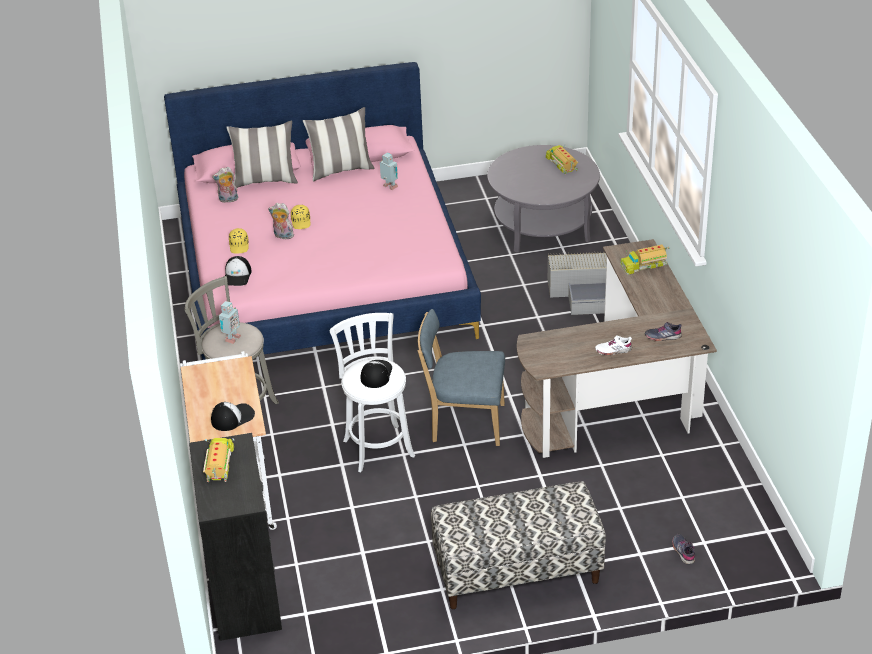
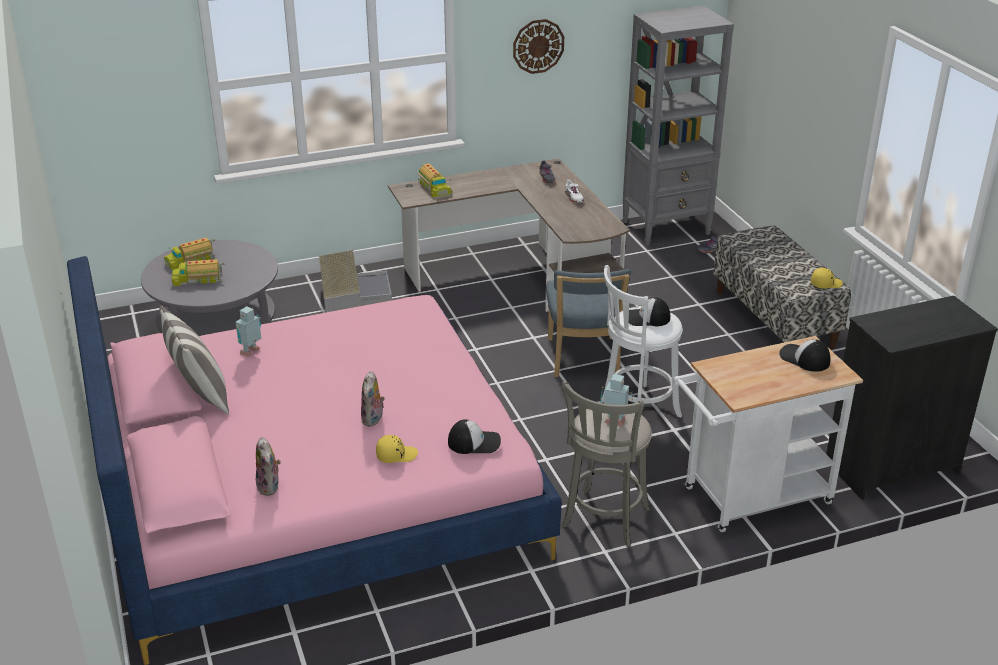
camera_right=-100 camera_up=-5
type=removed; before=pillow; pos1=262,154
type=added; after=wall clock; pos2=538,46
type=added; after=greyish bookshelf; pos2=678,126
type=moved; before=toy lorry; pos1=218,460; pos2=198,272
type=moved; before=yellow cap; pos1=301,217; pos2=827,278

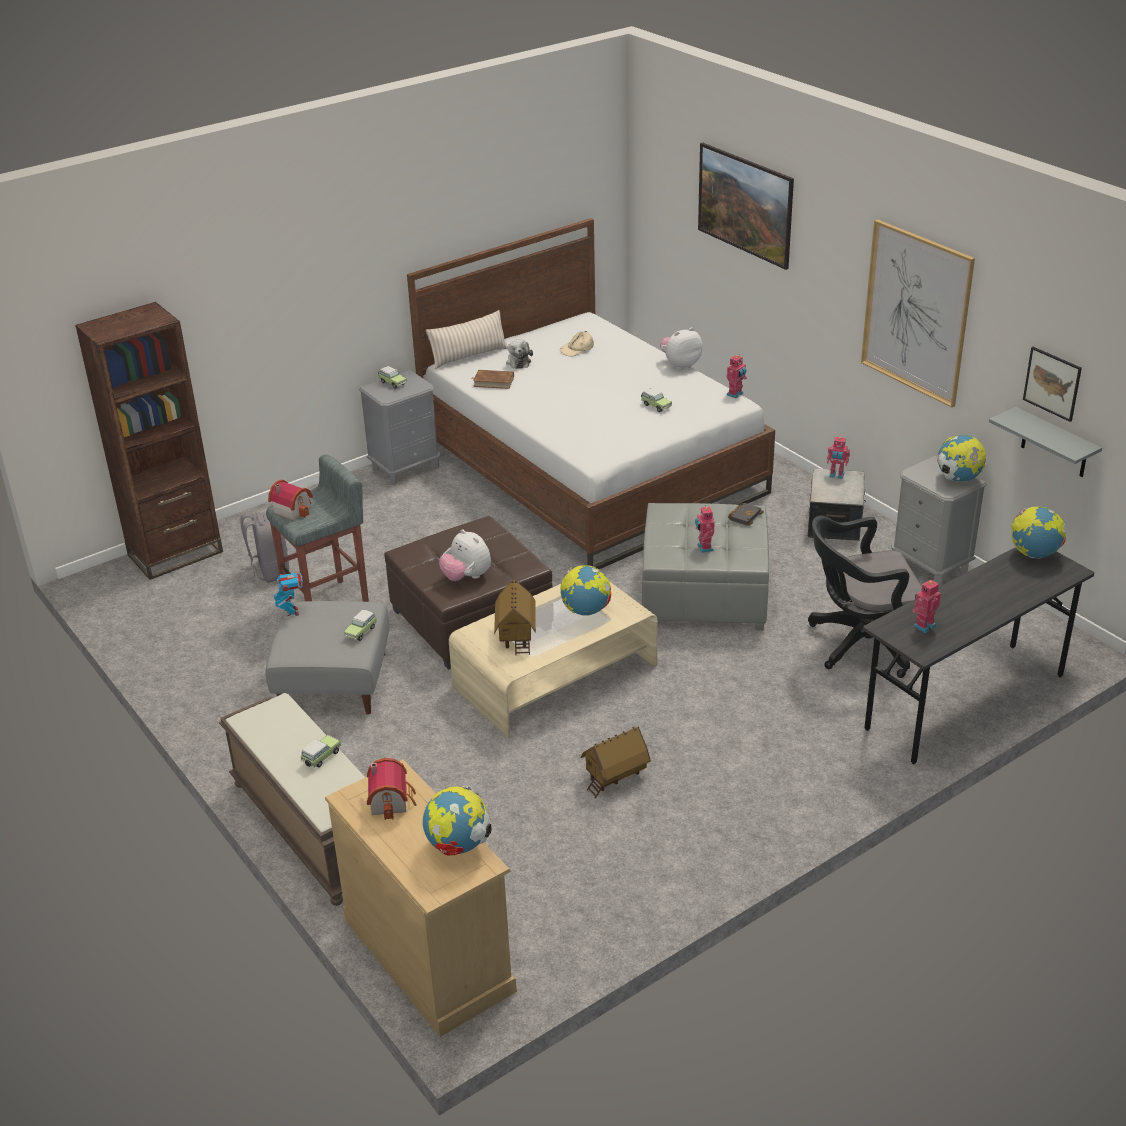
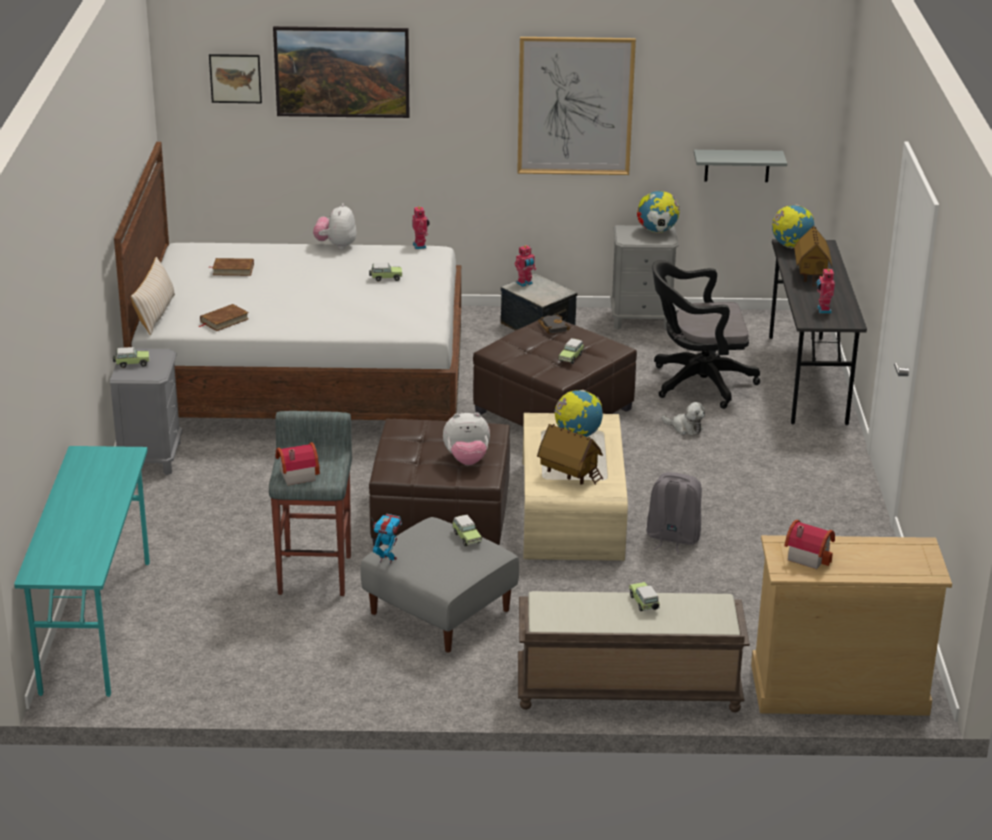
camera_right=-55 camera_up=-5
type=removed; before=globe; pos1=457,820
type=moved; before=greyish knapsack; pos1=264,547; pos2=674,513
type=moved; before=soft toy; pos1=519,354; pos2=683,418
type=moved; before=toy house; pos1=615,762; pos2=813,256
type=moved; before=wall picture; pos1=1052,384; pos2=235,78
type=replaced; before=brown bookshelf; after=blue-green desk table; pos1=149,441; pos2=82,571
type=replaced; before=beige-coloured cap; after=brown volume; pos1=577,344; pos2=231,267
type=replaced; before=toy robot; after=model car; pos1=705,529; pos2=571,351
type=recoloured; before=greyish ottoman; after=brown ottoman; pos1=705,567; pos2=555,370
type=turned; before=blackish computer chair; pos1=865,596; pos2=706,334; turn=60

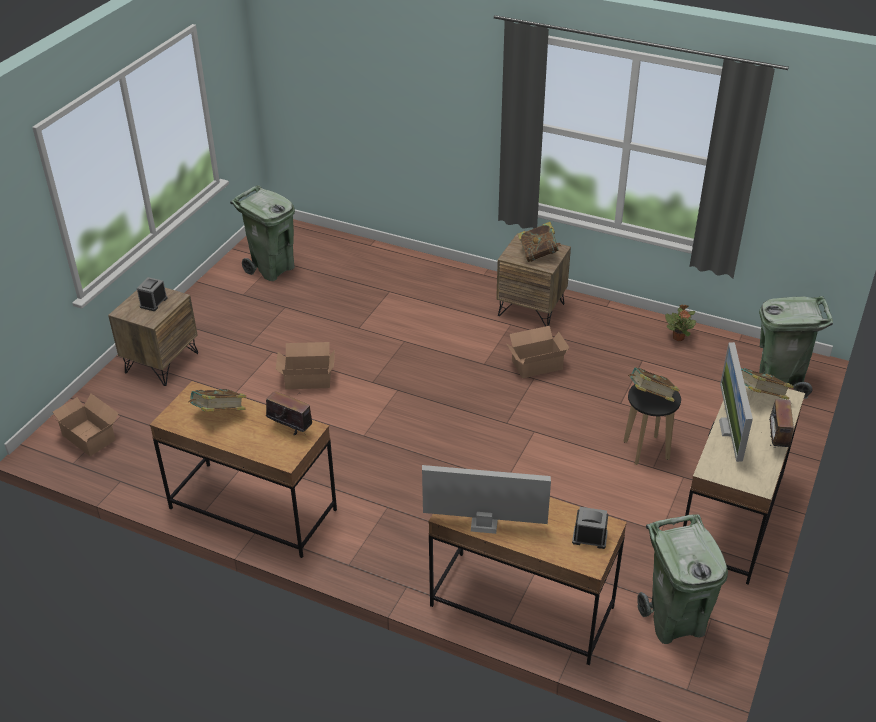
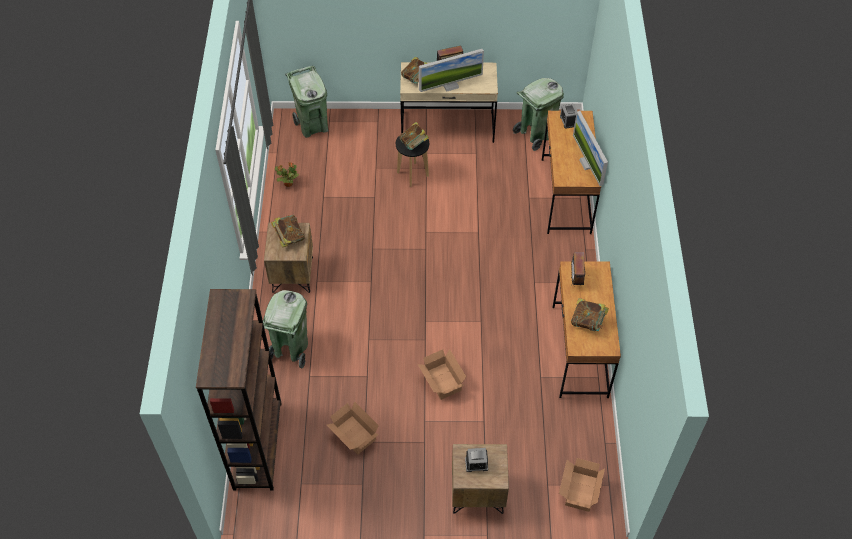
camera_right=-115 camera_up=15
type=added; after=brown bookshelf; pos2=239,390
type=moved; before=green rubbish bin; pos1=262,233; pos2=285,329
type=moved; before=packing box; pos1=537,352; pos2=353,427

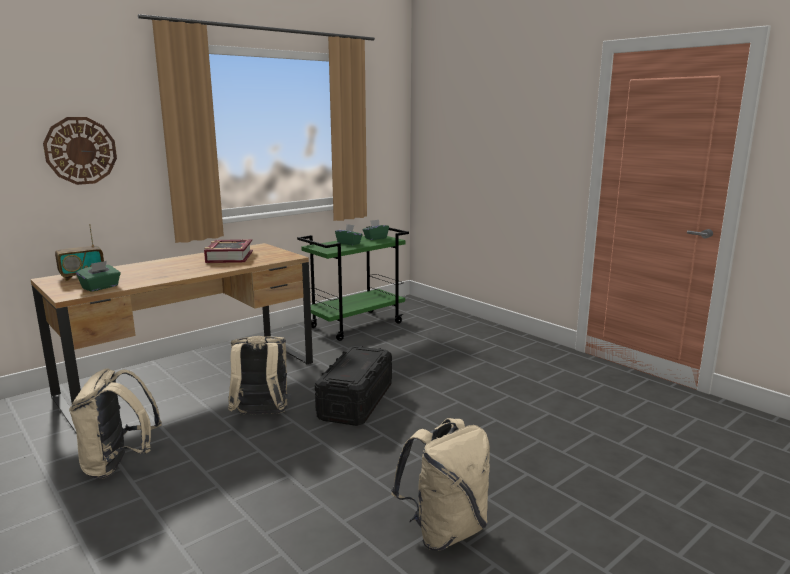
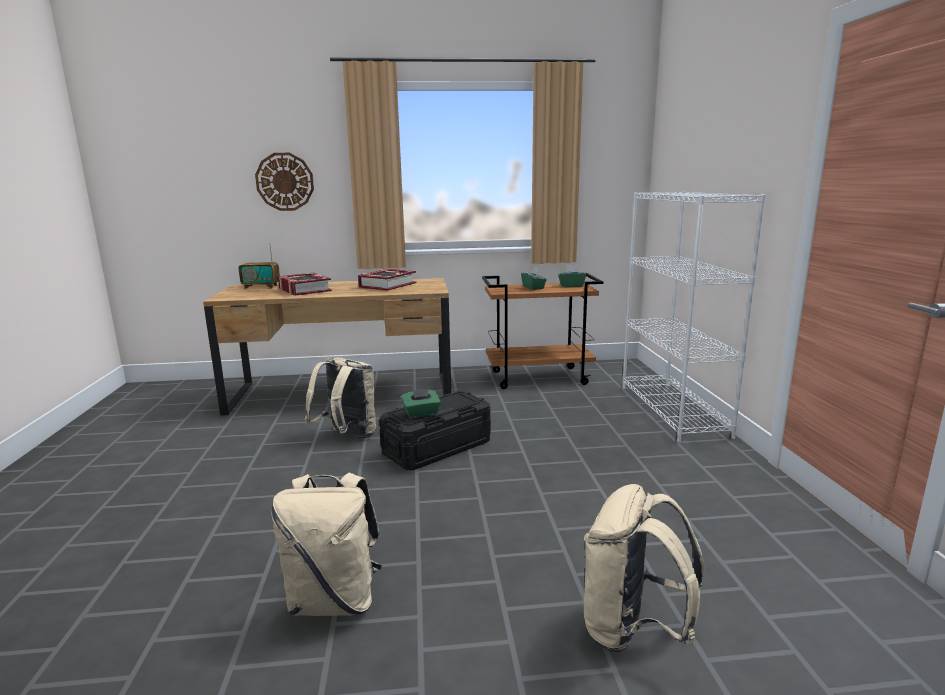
camera_right=35 camera_up=0
type=added; after=volume; pos2=305,284
type=added; after=white-coloured bookshelf; pos2=694,317
type=moved; before=beige-coloured knapsack; pos1=115,423; pos2=644,568
type=moved; before=green tissue holder; pos1=98,276; pos2=421,403
type=recoloured; before=green wheeled cart; after=brown wheeled cart; pos1=353,283; pos2=542,331

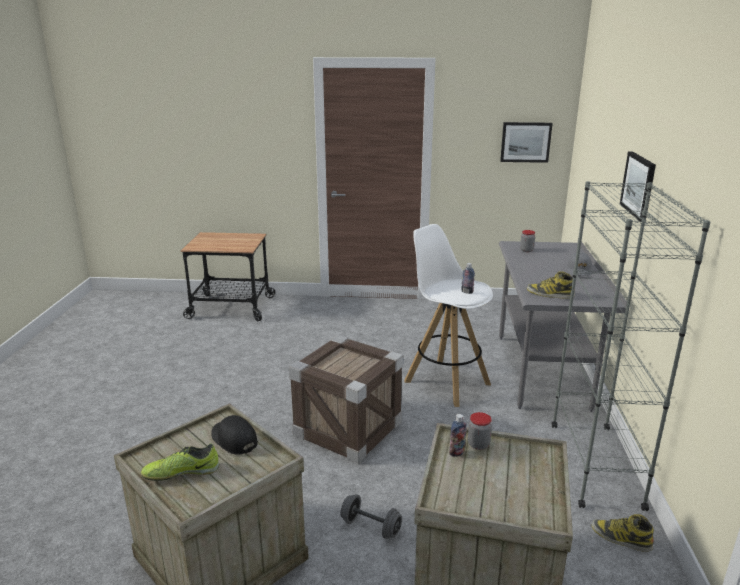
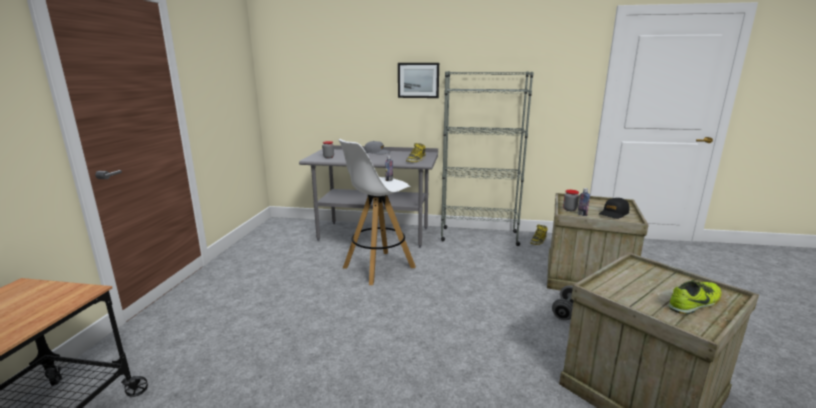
camera_right=-85 camera_up=-5
type=removed; before=crate; pos1=346,399
type=removed; before=wall picture; pos1=526,142
type=moved; before=blackish cap; pos1=234,435; pos2=614,208
type=turned; before=shoe; pos1=180,462; pos2=695,297; turn=-105

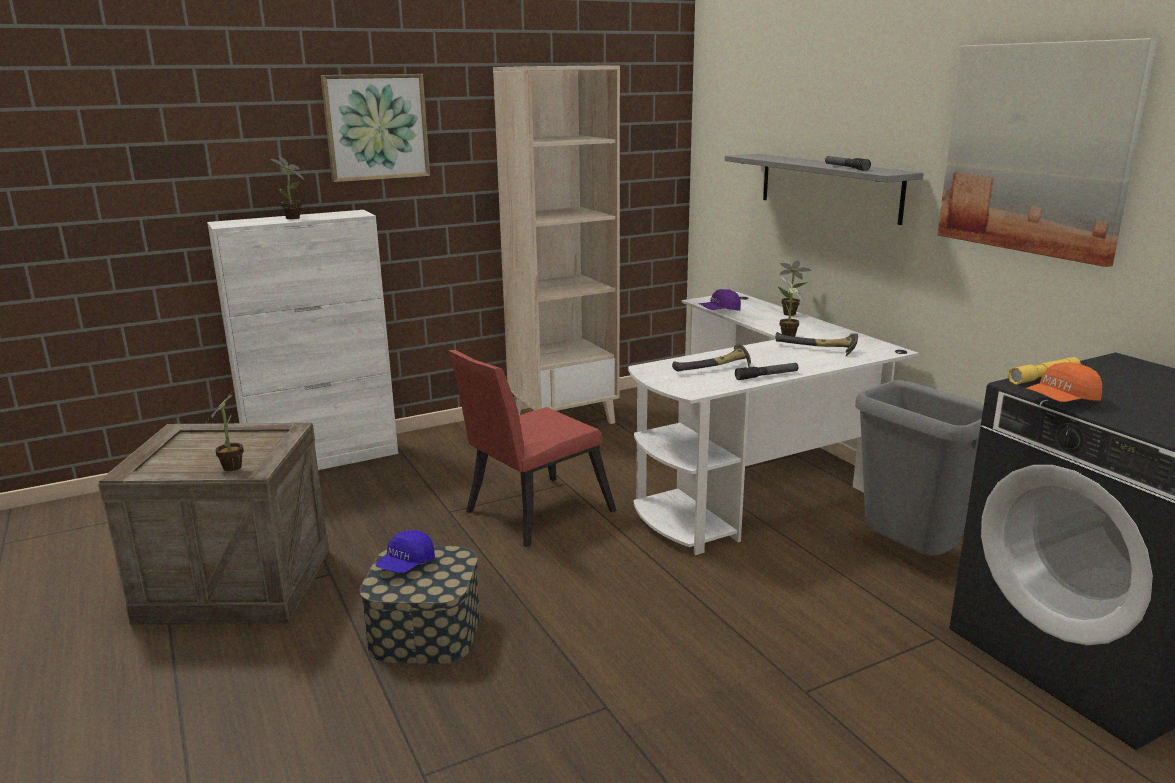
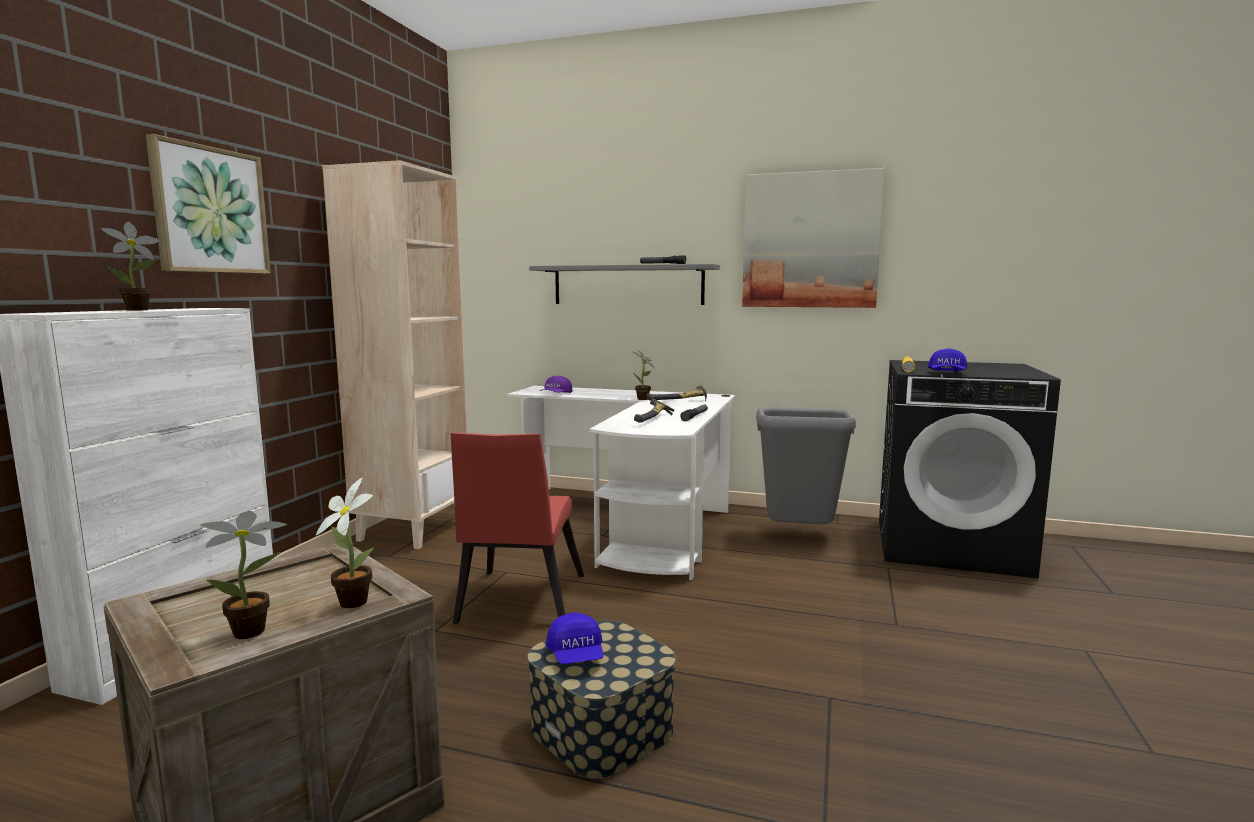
camera_right=-45 camera_up=-10
type=moved; before=houseplant; pos1=795,288; pos2=243,575
type=recoloured; before=orange cap; after=bluish cap; pos1=1063,382; pos2=947,359

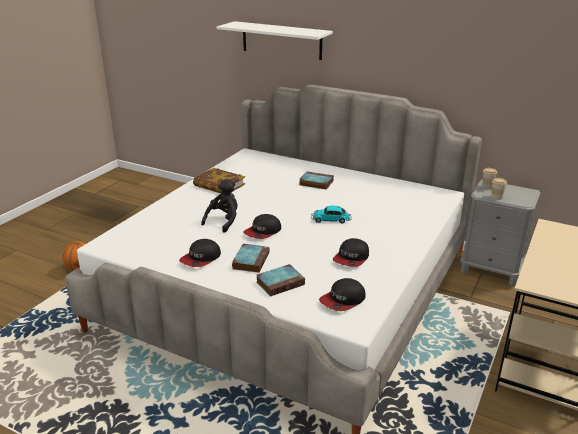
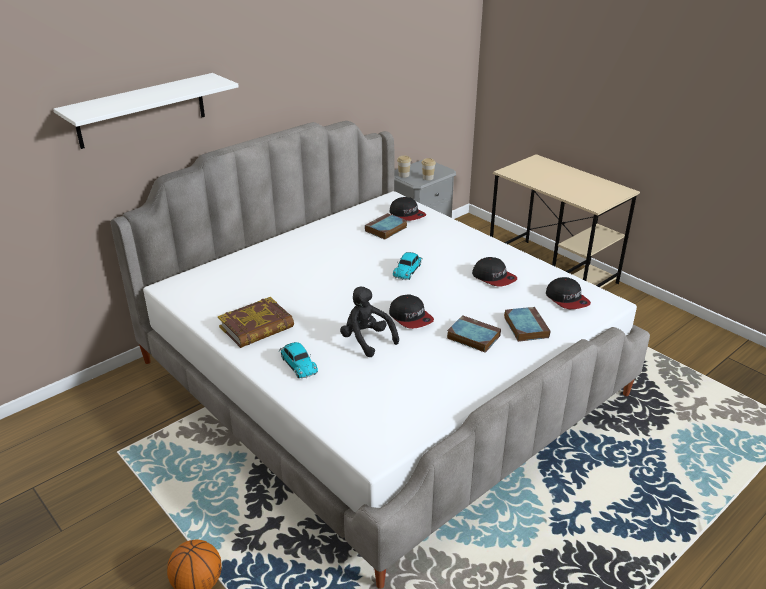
camera_right=-70 camera_up=5
type=added; after=model car; pos2=298,360
type=moved; before=cap; pos1=200,253; pos2=408,209
type=moved; before=volume; pos1=316,180; pos2=386,226

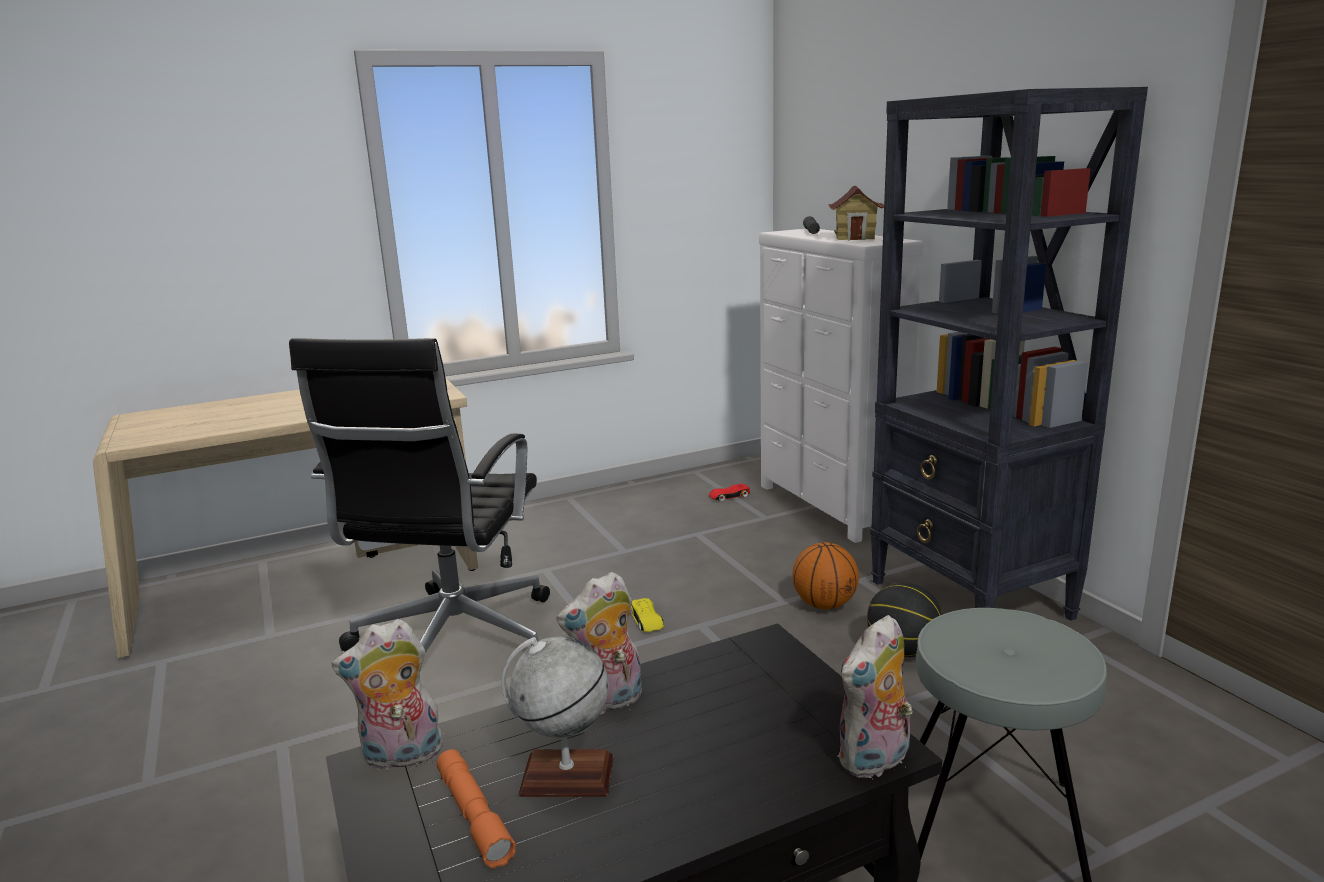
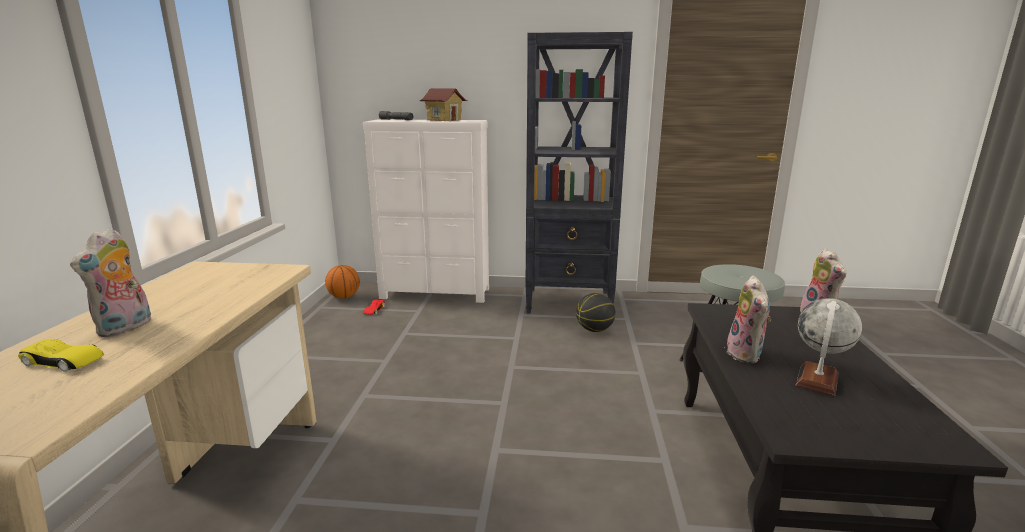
camera_right=-60 camera_up=0
type=removed; before=blackish computer chair; pos1=419,495
type=removed; before=orange hand torch; pos1=476,808
type=moved; before=soft toy; pos1=388,695; pos2=110,282
type=moved; before=yellow model car; pos1=647,615; pos2=61,355
type=moved; before=basketball; pos1=825,576; pos2=342,282

